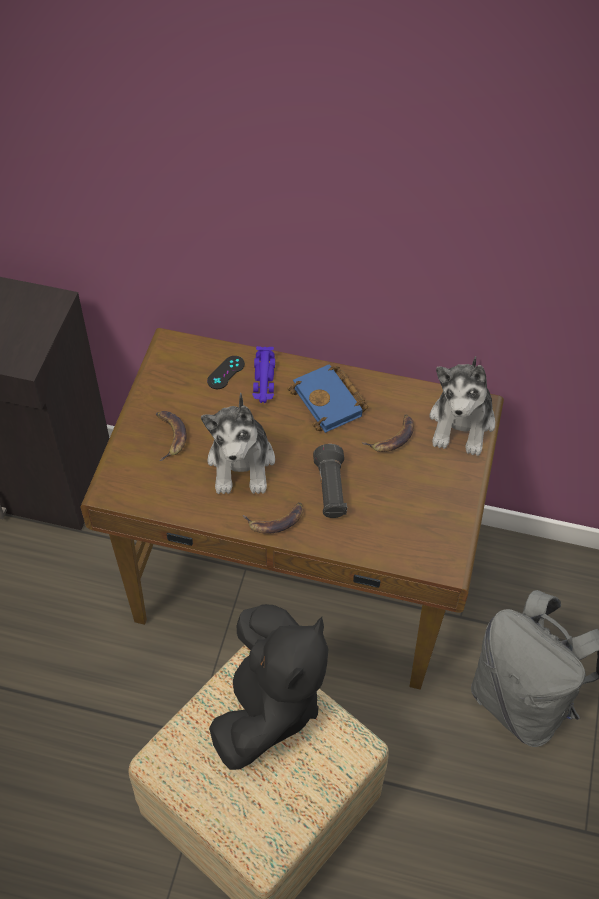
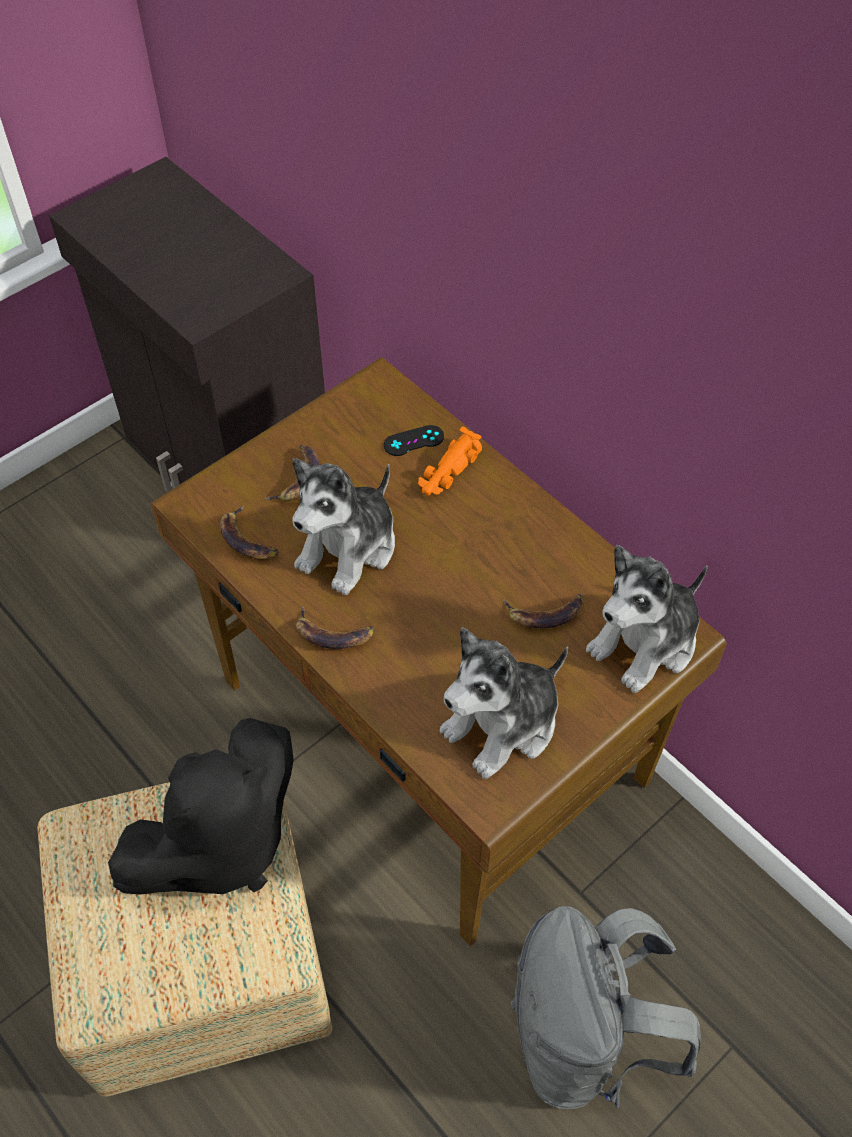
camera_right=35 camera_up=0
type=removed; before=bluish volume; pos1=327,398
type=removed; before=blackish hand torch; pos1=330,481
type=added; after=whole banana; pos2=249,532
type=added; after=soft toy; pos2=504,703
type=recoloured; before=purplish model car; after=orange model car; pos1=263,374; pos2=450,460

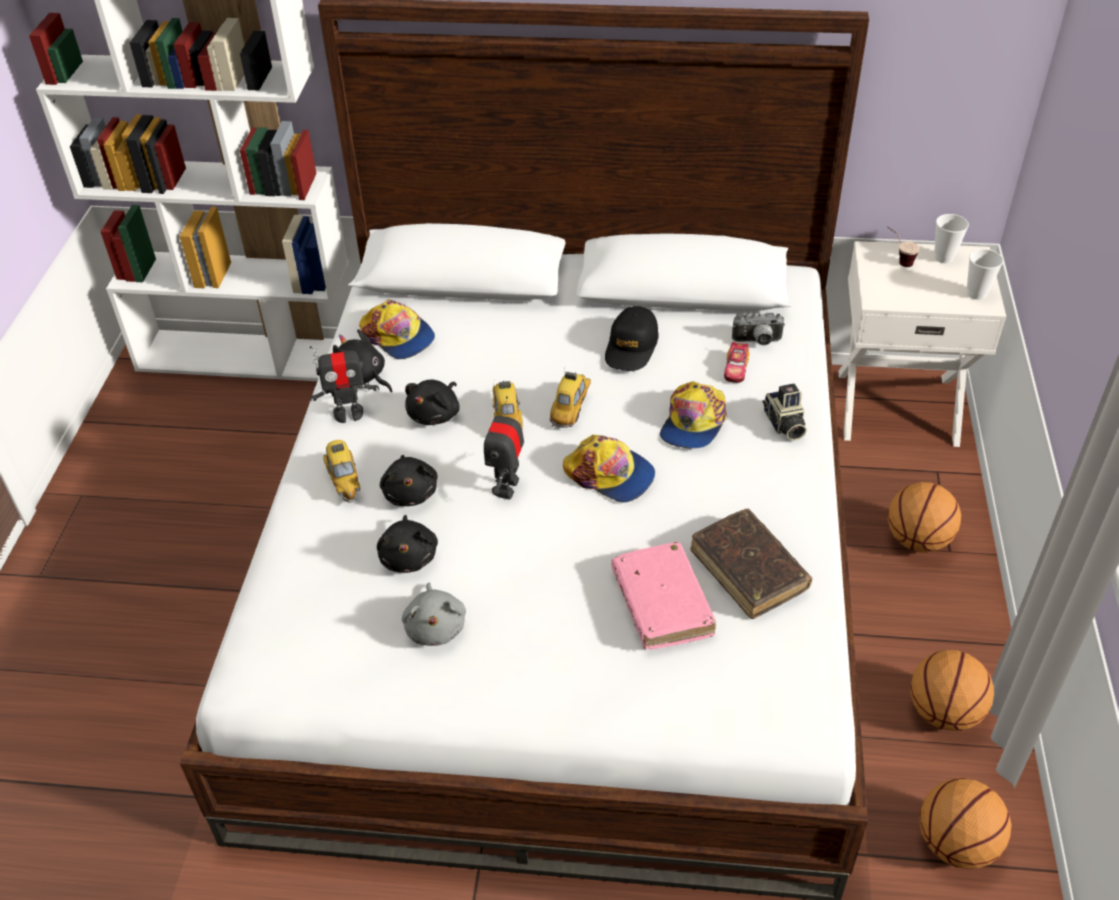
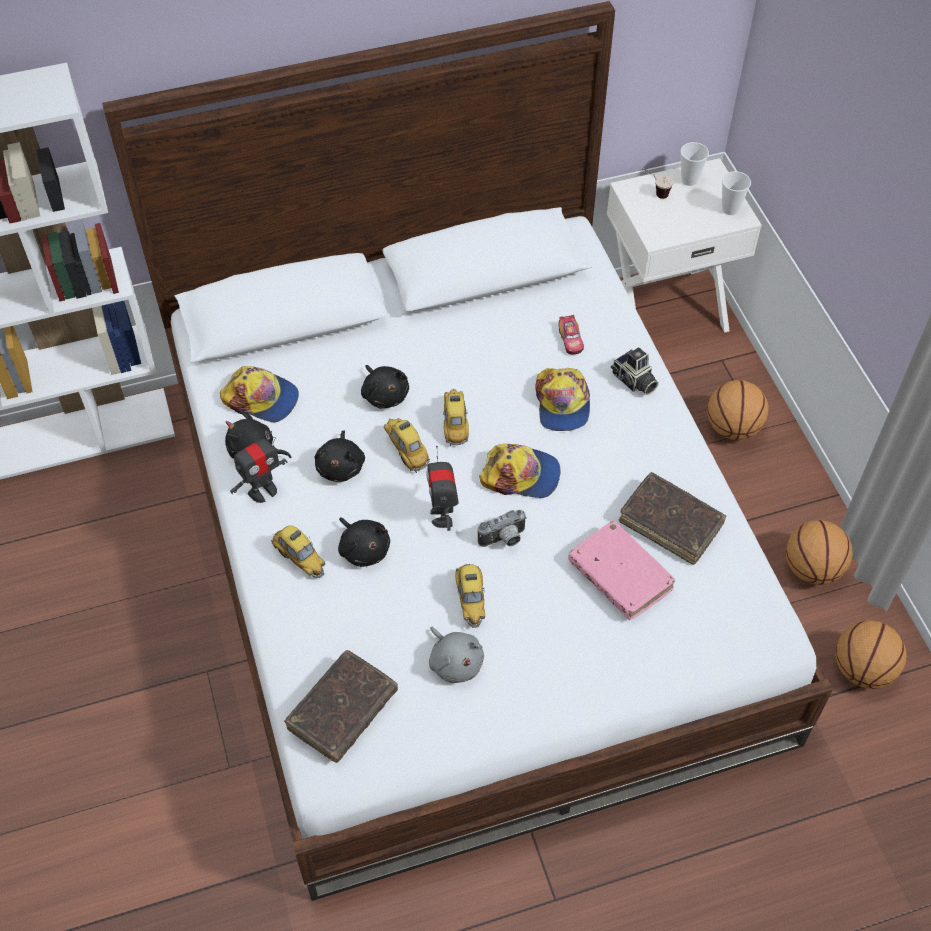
camera_right=-25 camera_up=10
type=removed; before=blackish cap; pos1=632,338
type=added; after=brown volume; pos2=341,706
type=added; after=model car; pos2=470,596
type=moved; before=blackish soft toy; pos1=407,544; pos2=385,386
type=moved; before=still camera; pos1=758,329; pos2=502,528

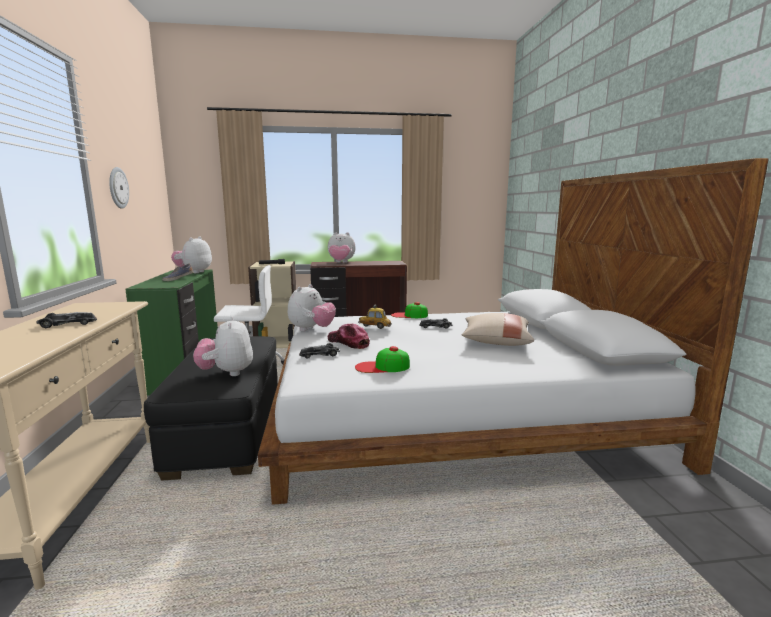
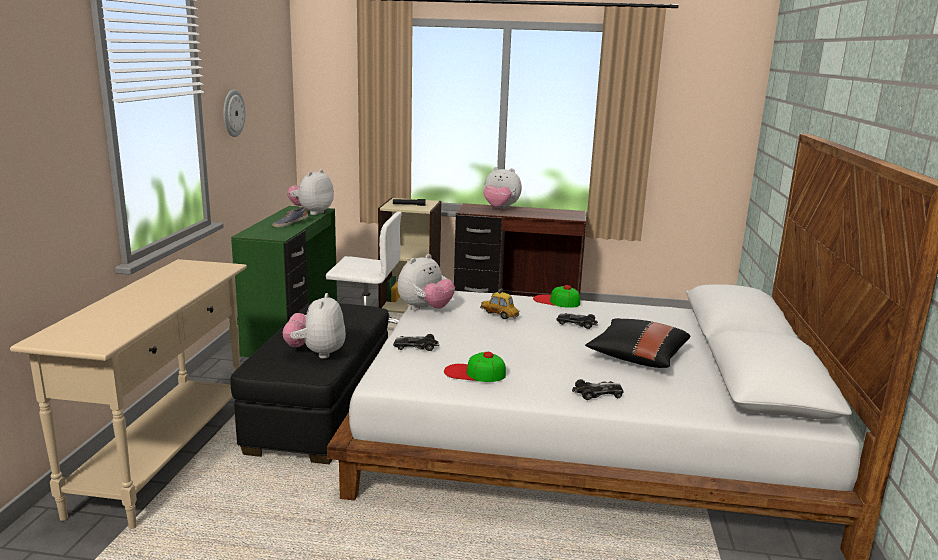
camera_right=15 camera_up=5
type=removed; before=cap; pos1=349,336
type=moved; before=model car; pos1=67,320; pos2=598,389
type=recoloured; before=beige-coloured pillow; after=blackish pillow; pos1=497,329; pos2=637,343

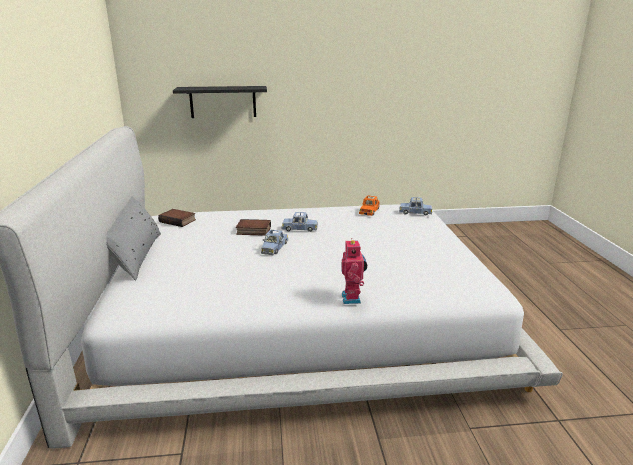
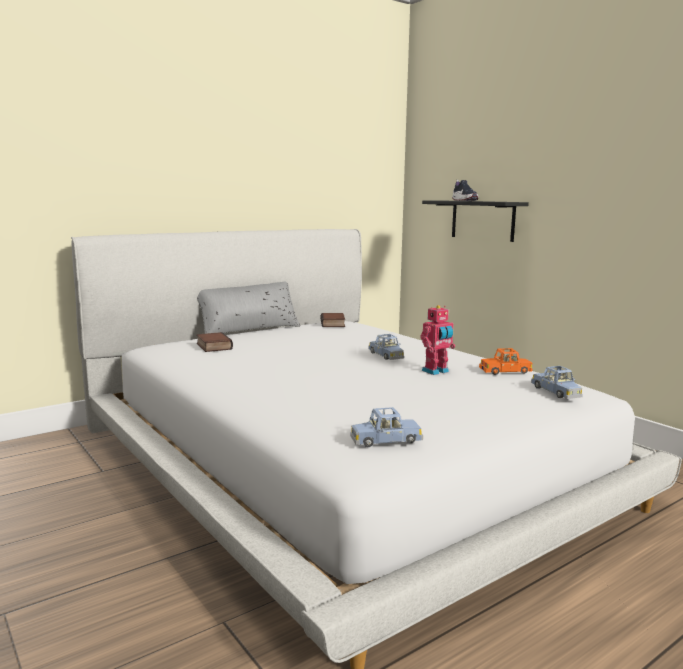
camera_right=60 camera_up=-10
type=added; after=shoe; pos2=465,190
type=moved; before=volume; pos1=253,227; pos2=214,342
type=moved; before=bluish model car; pos1=274,242; pos2=387,427
type=moved; before=toy robot; pos1=354,271; pos2=437,340

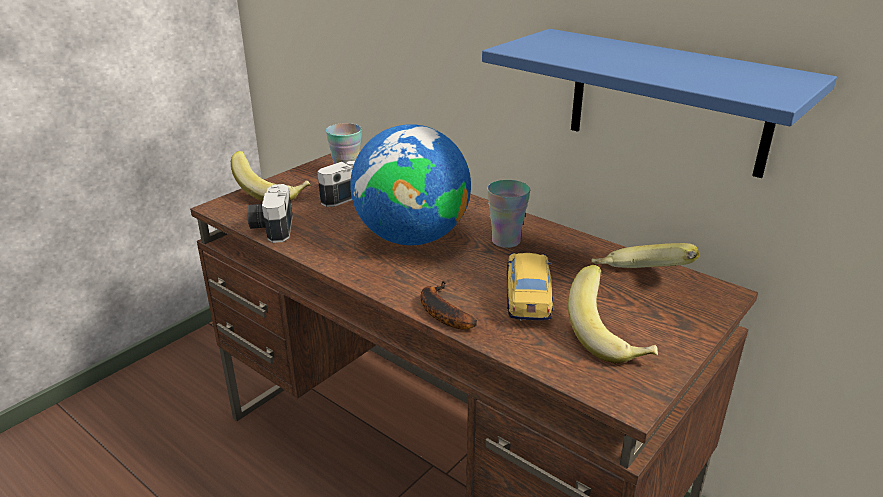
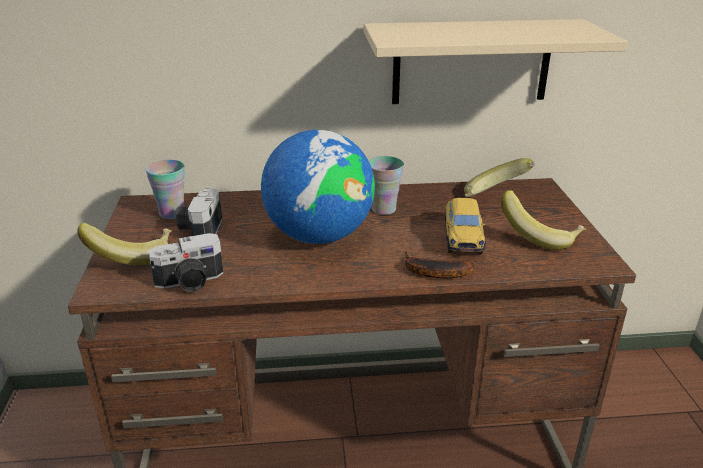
camera_right=-45 camera_up=0
type=recoloured; before=bluish wall shelf; after=beige-coloured wall shelf; pos1=659,103; pos2=496,61
type=turned; before=still camera; pos1=270,213; pos2=186,262; turn=-60
type=turned; before=model car; pos1=530,287; pos2=465,226; turn=-135

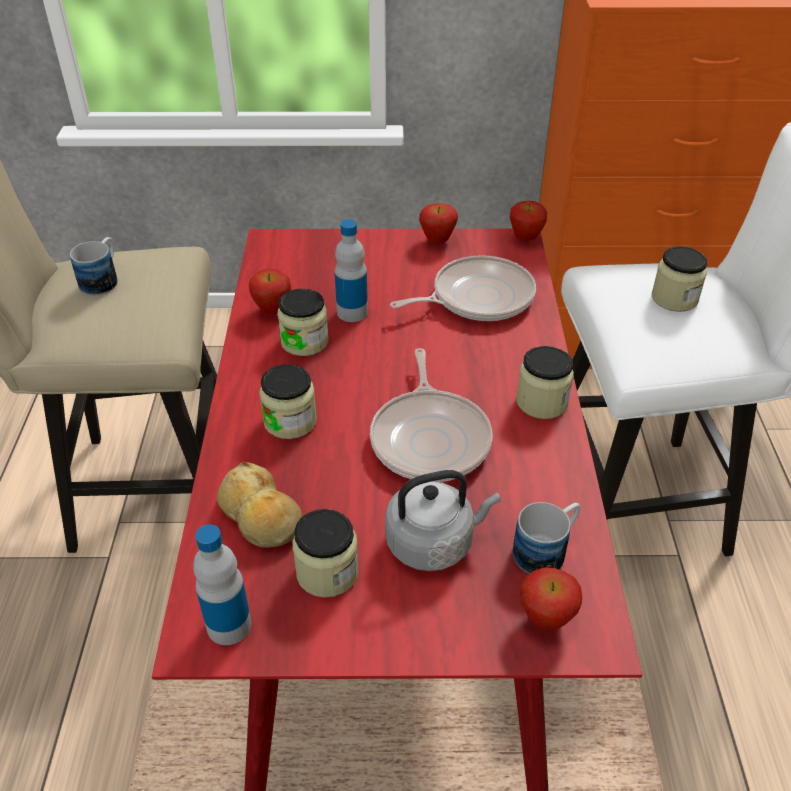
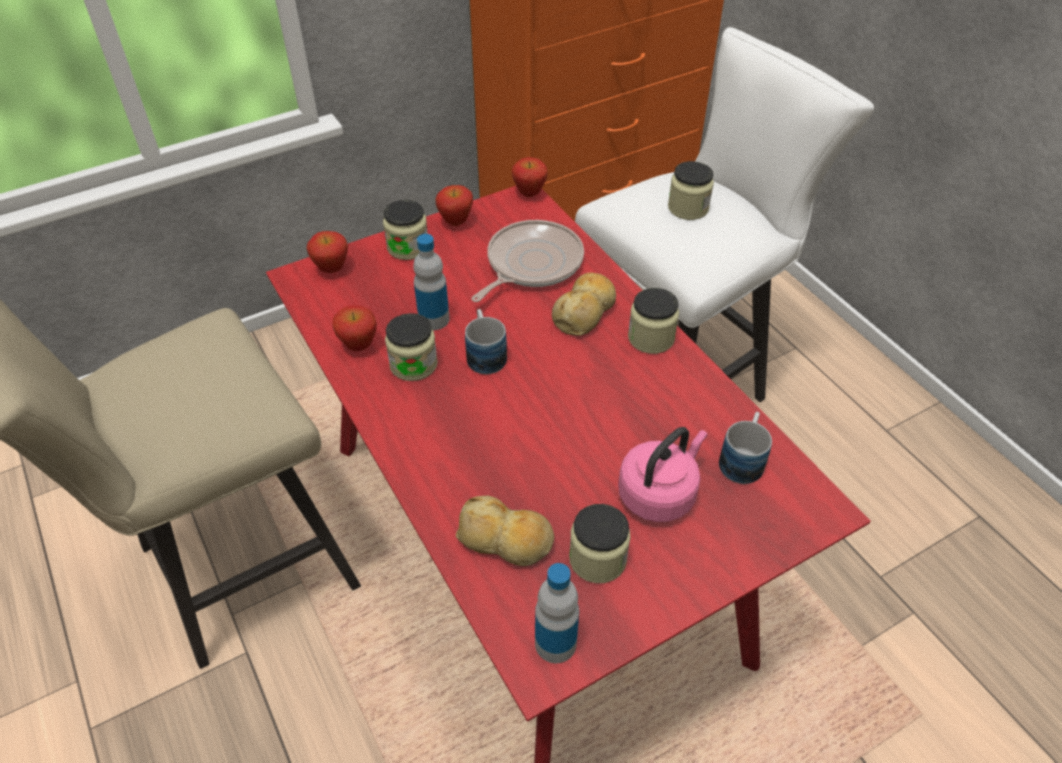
camera_right=-30 camera_up=5
type=removed; before=skillet; pos1=431,415
type=added; after=bakery bread; pos2=584,304
type=moved; before=coffee mug; pos1=94,266; pos2=486,341
type=moved; before=jar; pos1=288,401; pos2=405,230
type=moved; before=apple; pos1=551,599; pos2=327,252
type=recoloured; before=greyish water kettle; after=pinkish water kettle; pos1=443,520; pos2=662,474

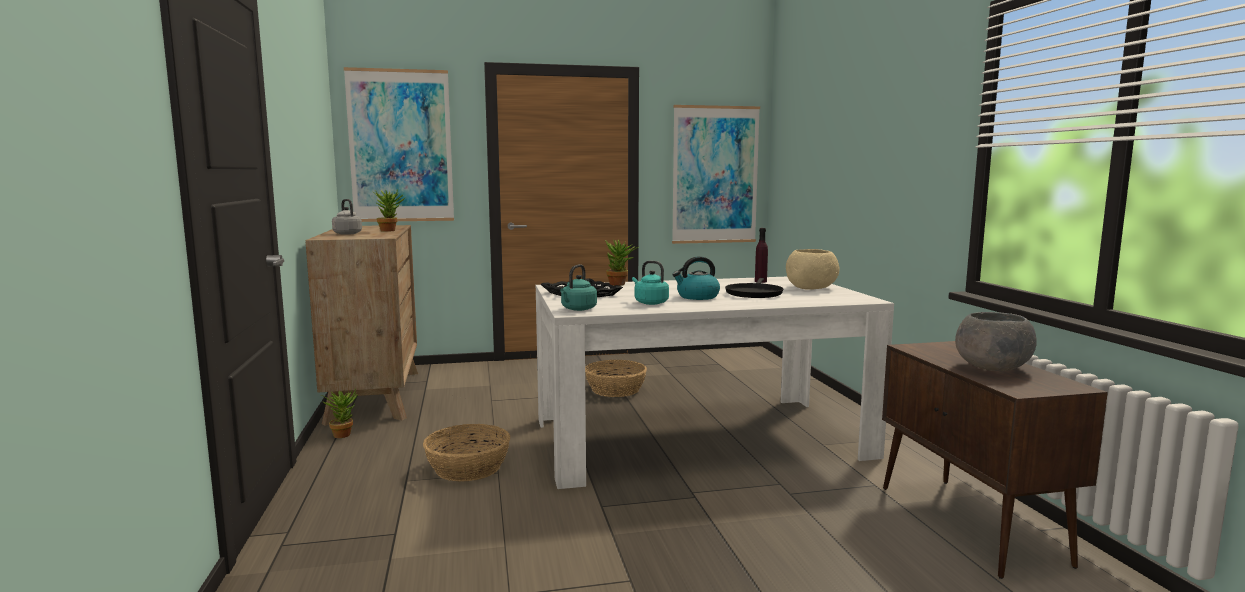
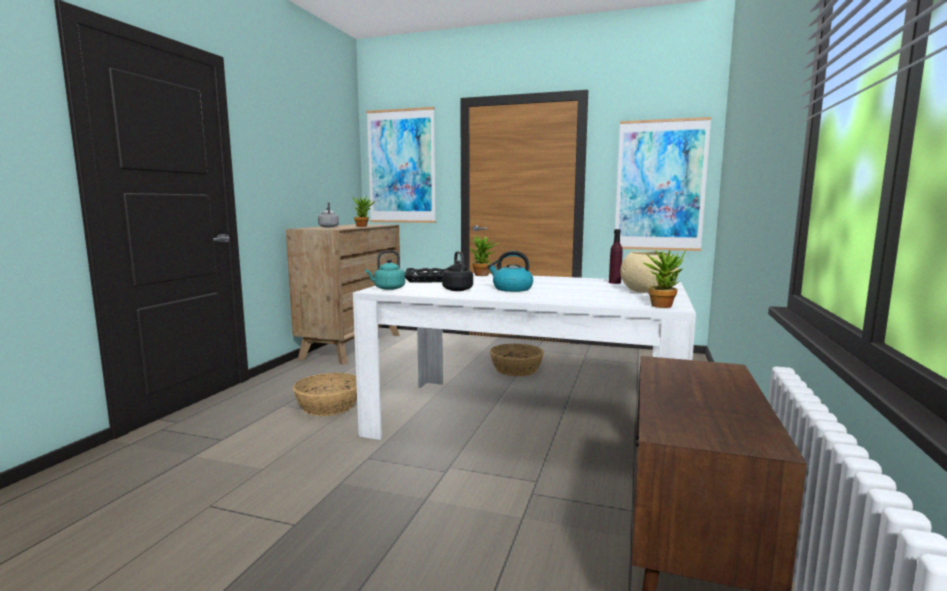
camera_right=30 camera_up=0
type=removed; before=blackish skillet; pos1=754,288
type=removed; before=greyish bowl; pos1=996,341
type=moved; before=houseplant; pos1=339,413; pos2=664,278
type=recoloured; before=blue-green water kettle; after=blackish water kettle; pos1=650,283; pos2=457,271

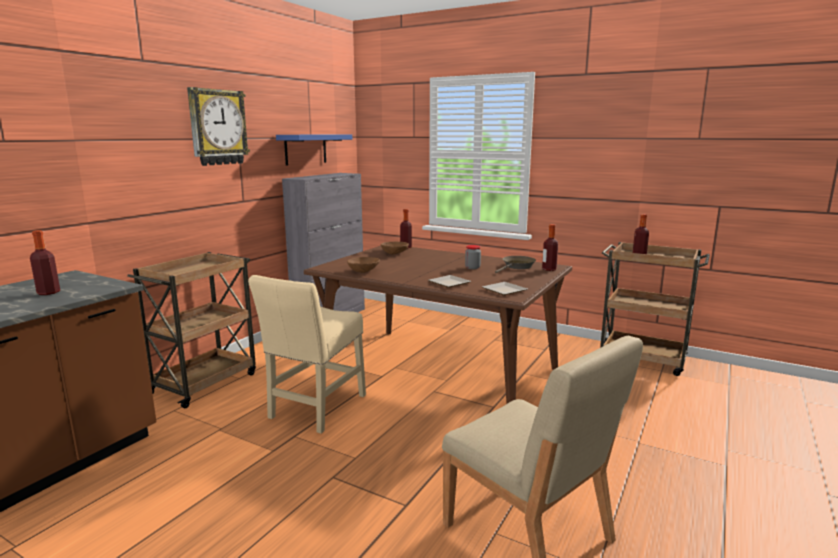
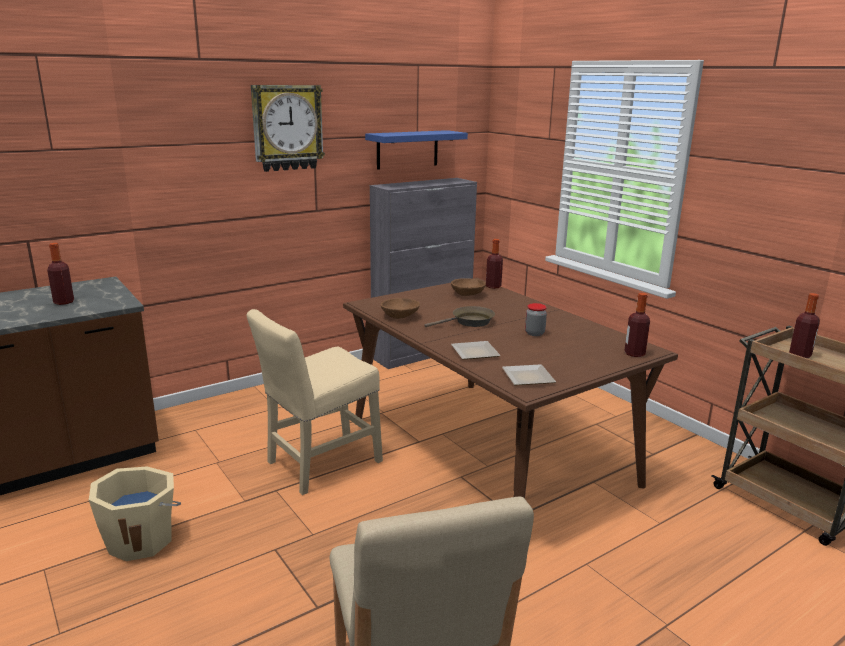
camera_right=25 camera_up=5
type=removed; before=brown wheeled cart; pos1=191,330
type=added; after=beige-coloured pail; pos2=135,514
type=moved; before=brown skillet; pos1=515,264; pos2=460,316

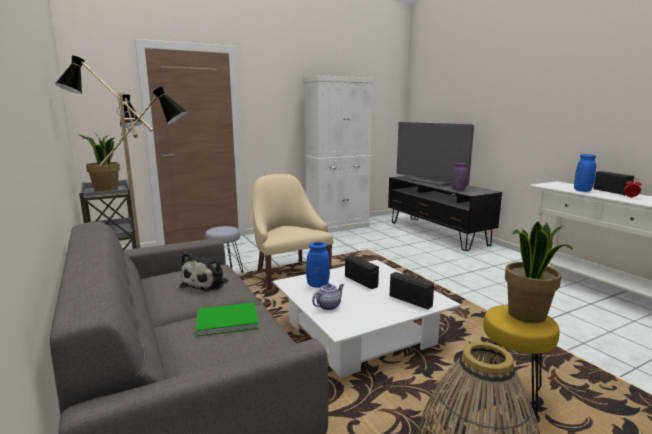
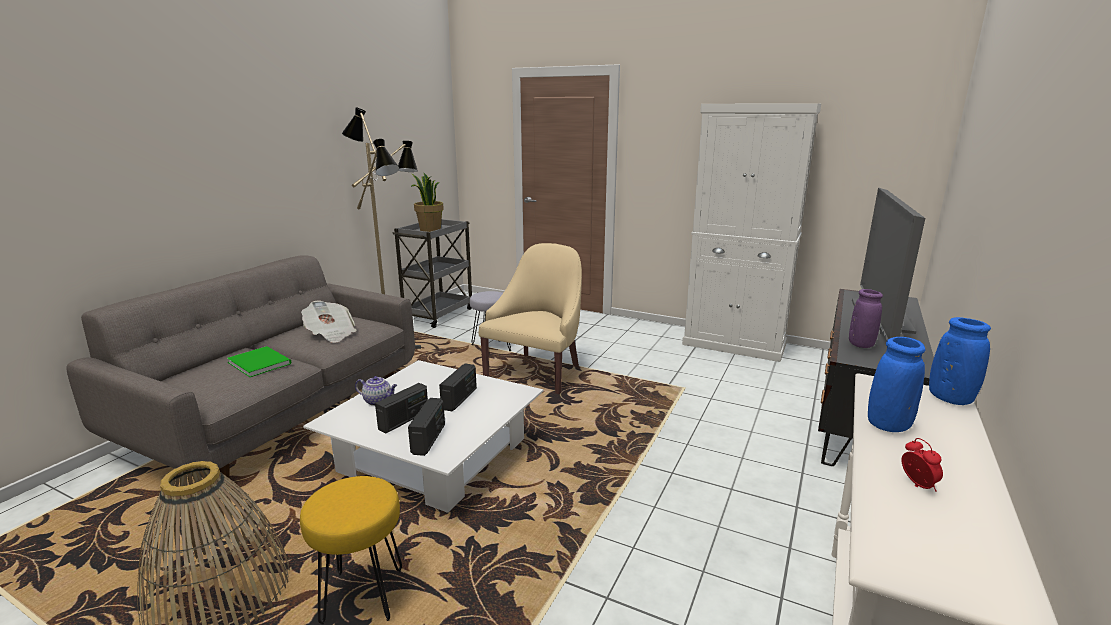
camera_right=55 camera_up=5
type=removed; before=houseplant; pos1=539,272
type=moved; before=bluish decorative vase; pos1=318,265; pos2=960,361
type=moved; before=radio receiver; pos1=614,183; pos2=401,408
type=replaced; before=soft toy; after=newspaper; pos1=204,272; pos2=328,321

